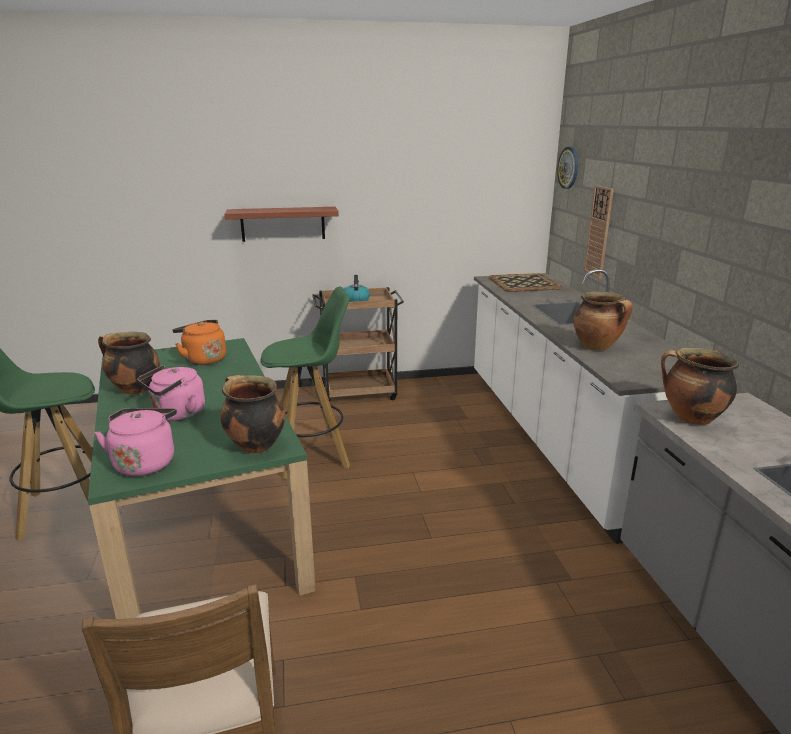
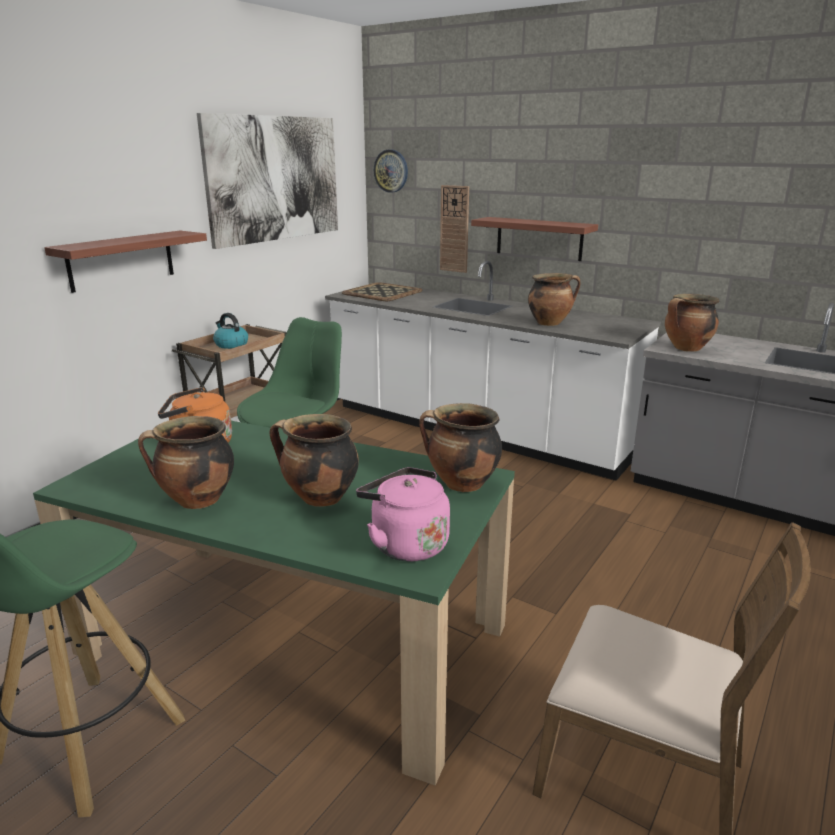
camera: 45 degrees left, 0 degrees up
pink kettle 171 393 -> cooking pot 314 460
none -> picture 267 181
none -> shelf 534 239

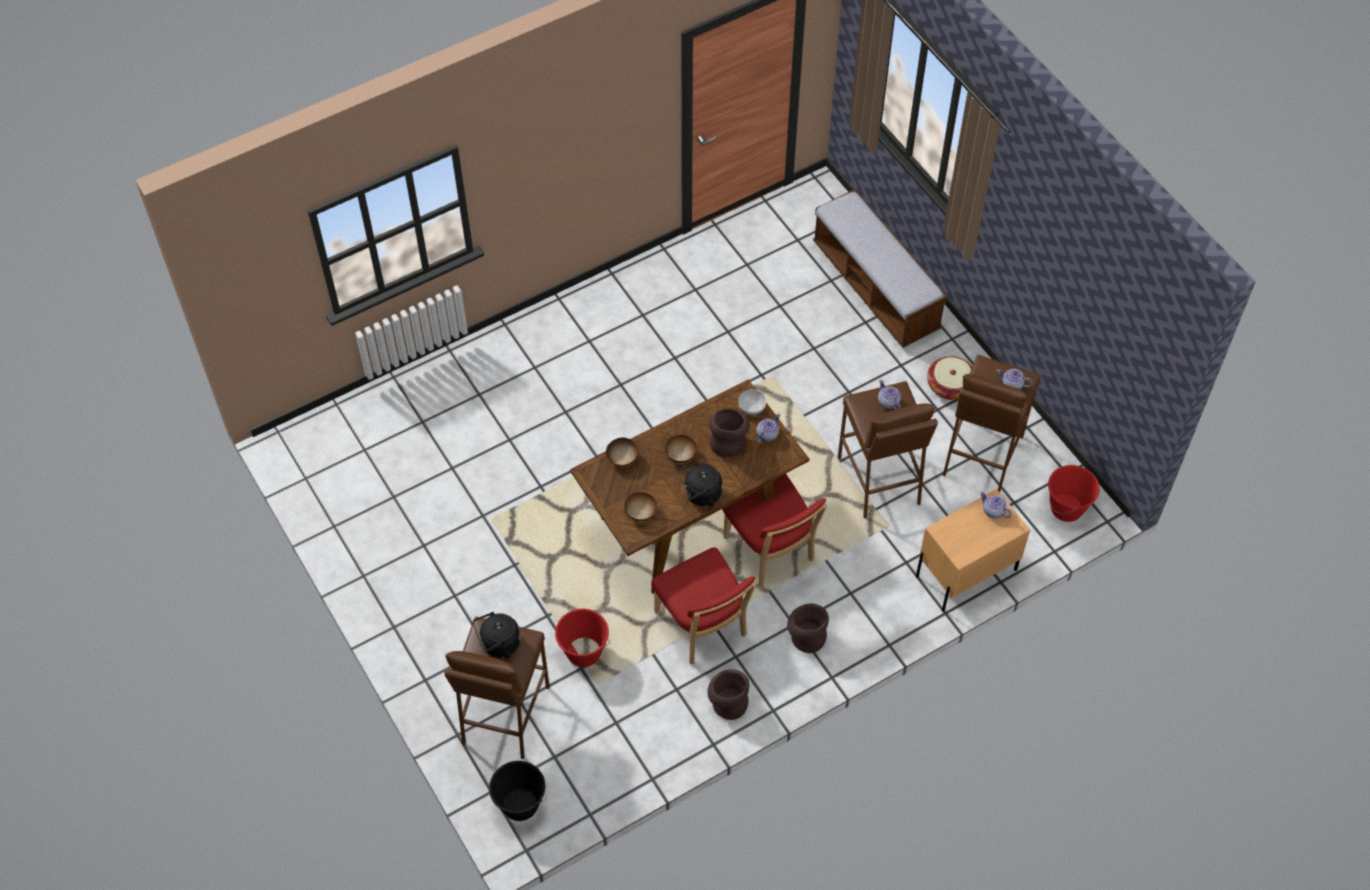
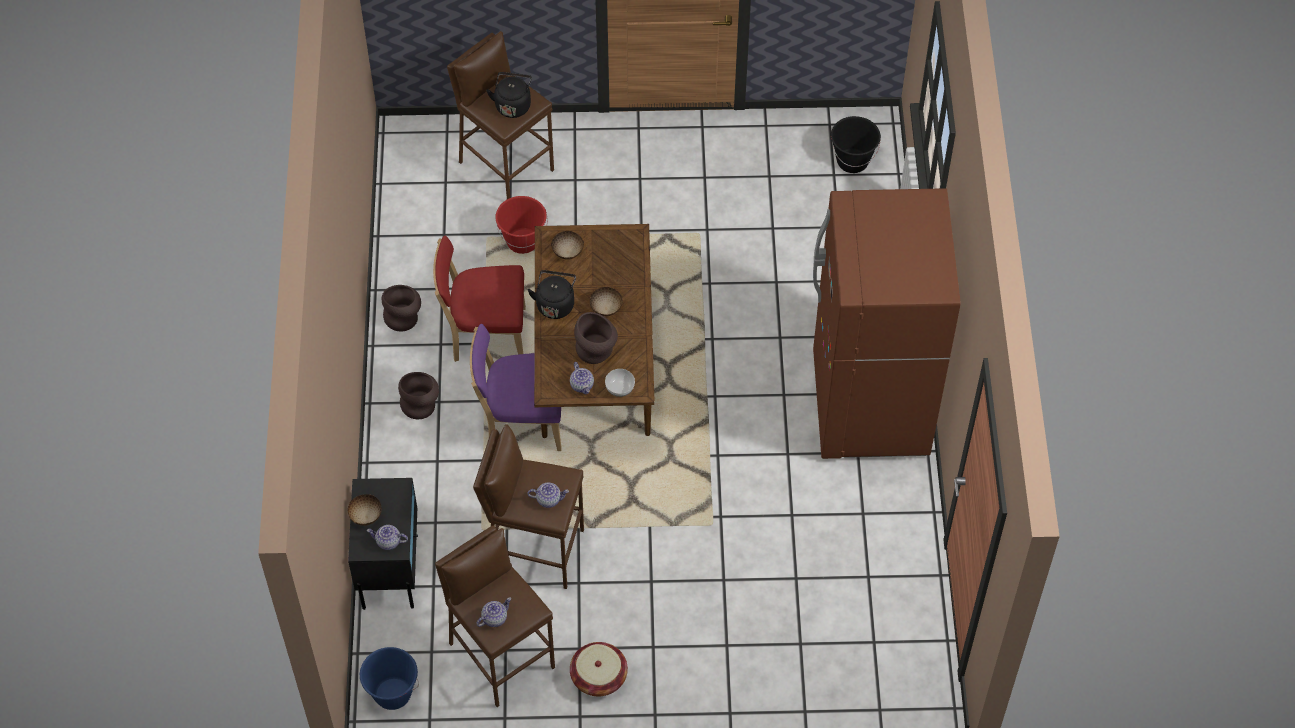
camera: 120 degrees right, 0 degrees up
bench 880 268 -> none
bowl 622 452 -> bowl 365 510, moved
red bucket 1074 493 -> blue bucket 389 678
red chair 774 530 -> purple chair 516 387
beige nightstand 973 550 -> black nightstand 383 544
teapot 996 505 -> teapot 387 537, 150 degrees counterclockwise
black bucket 518 791 -> black bucket 856 144, moved
none -> brown fridge 886 323

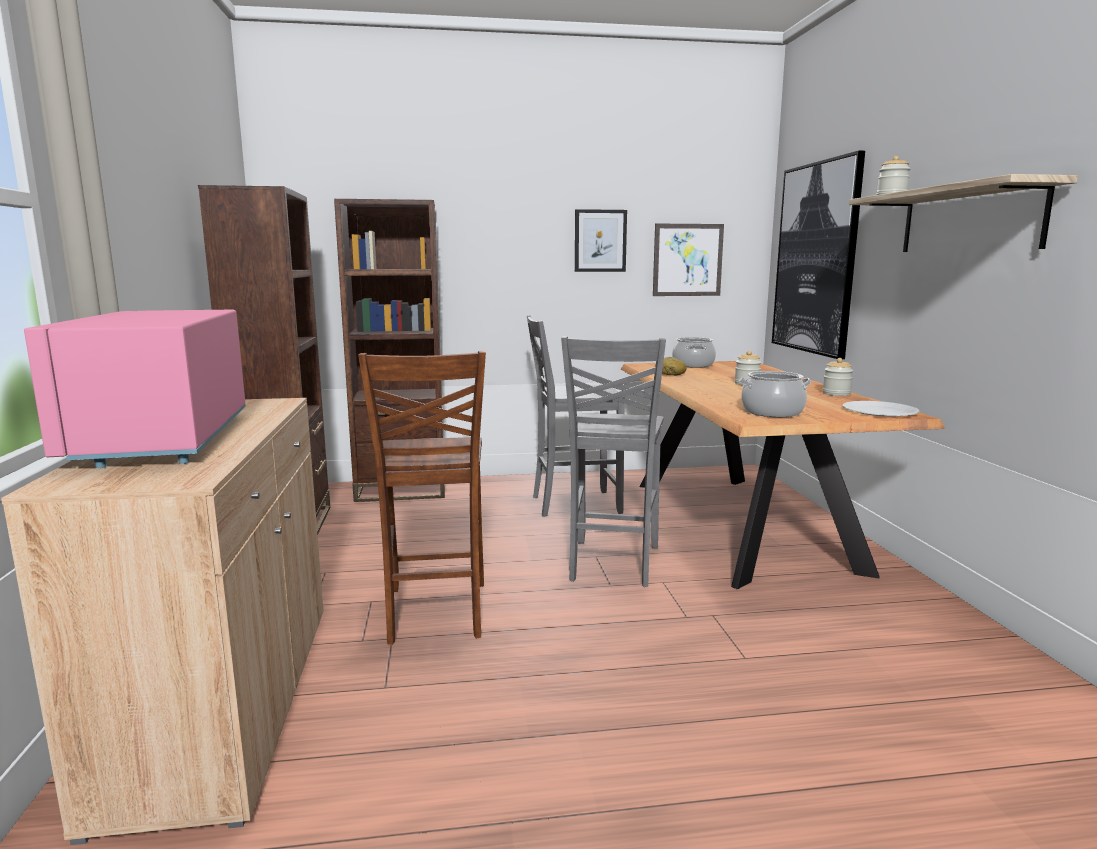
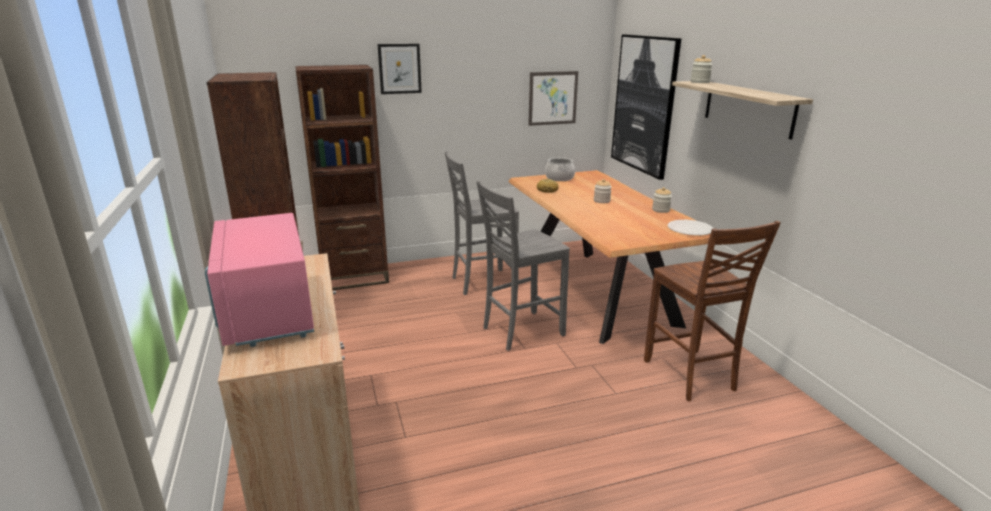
camera: 10 degrees left, 10 degrees up
picture 601 240 -> picture 399 69, moved
grey chair 613 461 -> grey chair 523 266, 60 degrees clockwise
brown chair 422 498 -> brown chair 712 311, moved
cooking pot 775 394 -> none

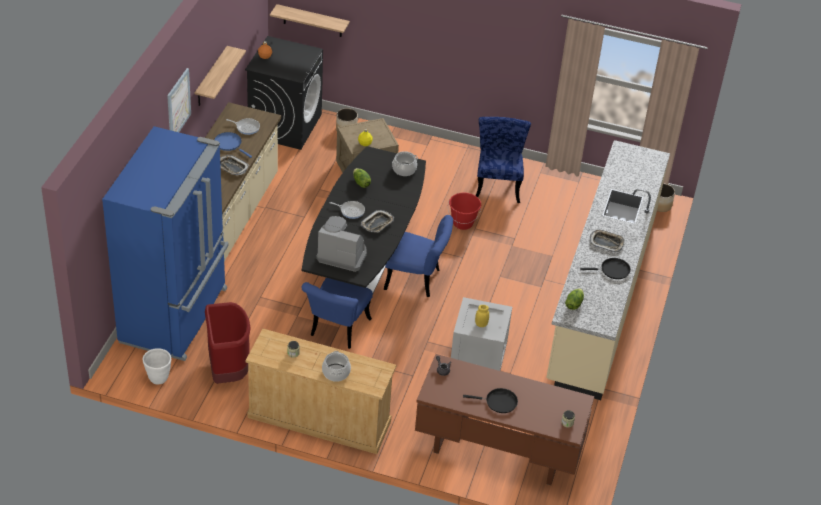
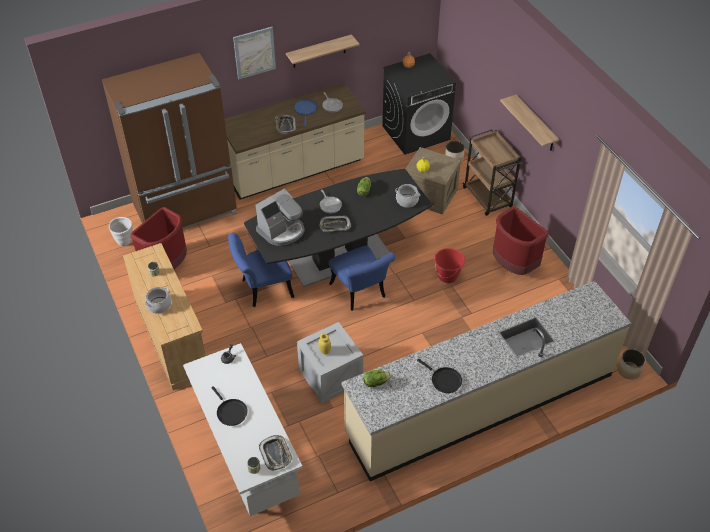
camera: 50 degrees right, 5 degrees up
shelf 310 20 -> shelf 529 122, moved
blue chair 503 160 -> red trash can 521 241
blue fridge 165 243 -> brown fridge 169 140
coffee machine 341 244 -> coffee machine 280 217, 75 degrees clockwise
tray 607 241 -> tray 276 453, moved
brown desk 504 419 -> white desk 243 429
none -> brown cart 492 172

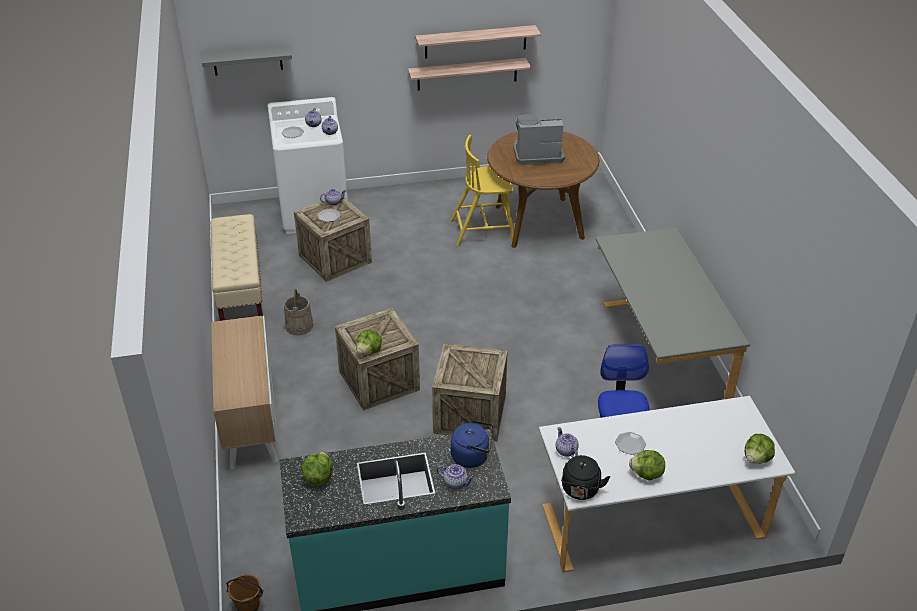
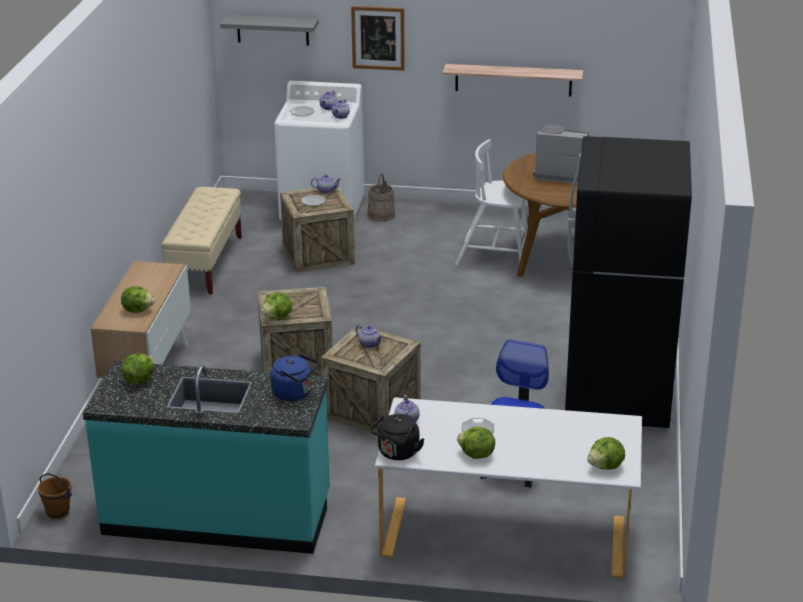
camera: 20 degrees right, 10 degrees down
shelf 478 42 -> none
yellow chair 482 191 -> white chair 491 202
grey desk 673 314 -> black fridge 628 284
beige bucket 298 312 -> beige bucket 381 197, moved
teapot 456 476 -> teapot 369 336, moved
none -> picture 378 38
none -> lettuce 138 299

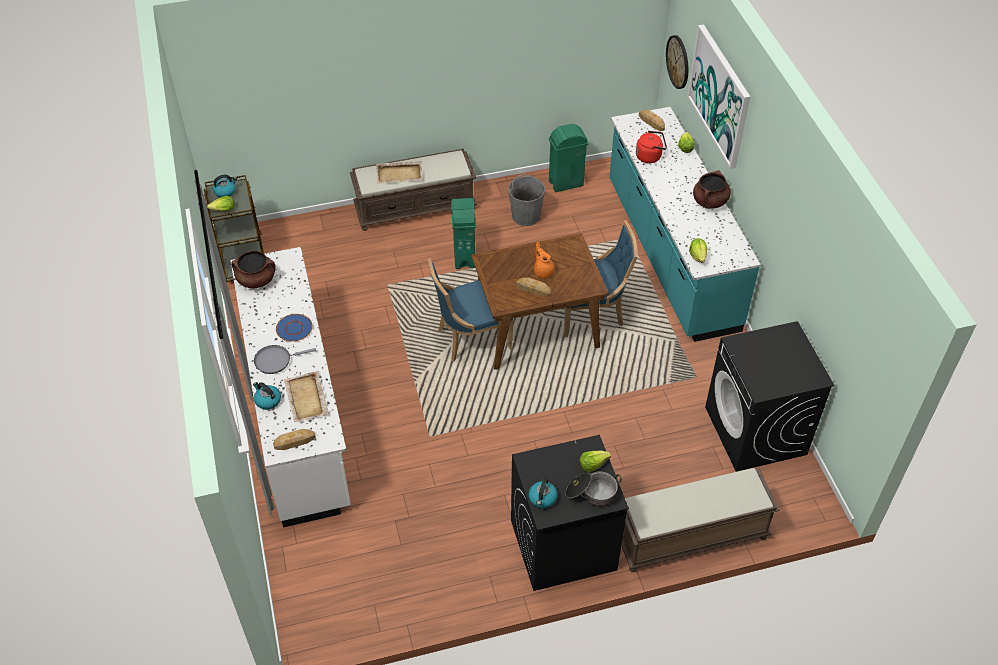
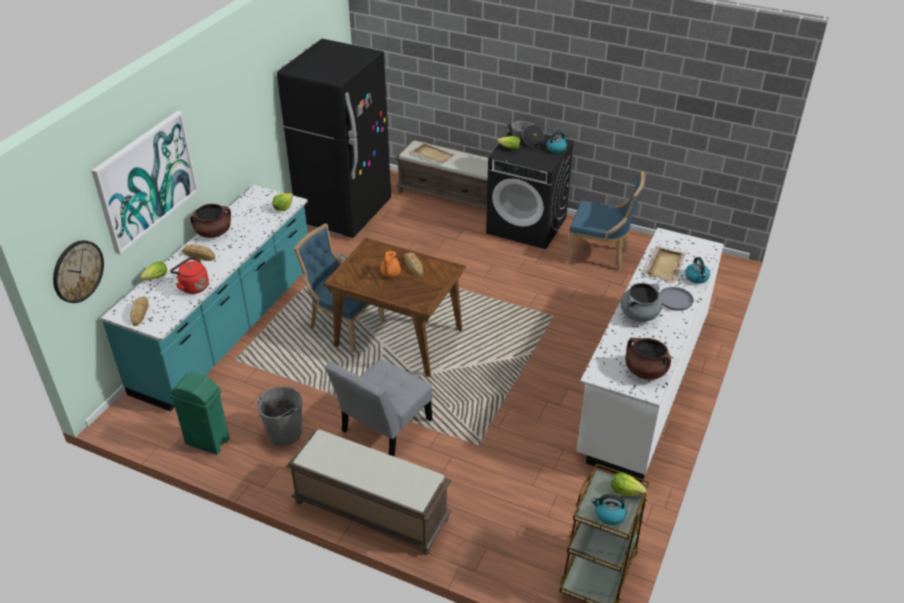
camera: 140 degrees left, 10 degrees down
beige tray 399 172 -> beige tray 433 153, moved
green trash can 463 233 -> grey chair 379 407
blue chair 470 309 -> blue chair 605 221, moved
blue plate 294 328 -> grey cooking pot 641 302
black washing machine 770 396 -> black fridge 334 138
bread 294 439 -> bread 198 252, moved

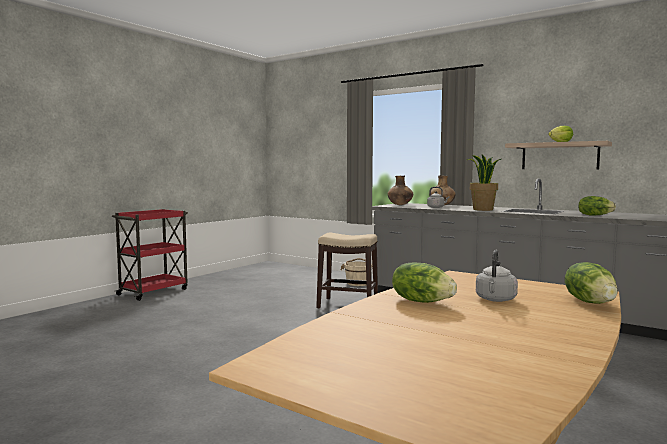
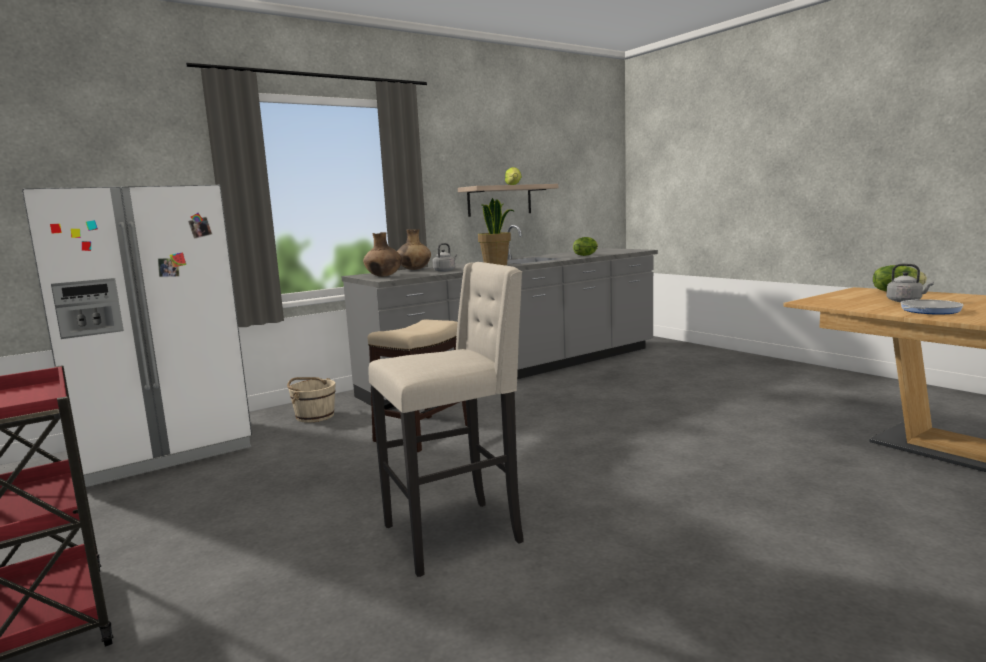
camera: 70 degrees left, 5 degrees up
lettuce 424 282 -> frying pan 932 307
none -> white fridge 137 336
none -> beige stool 445 419

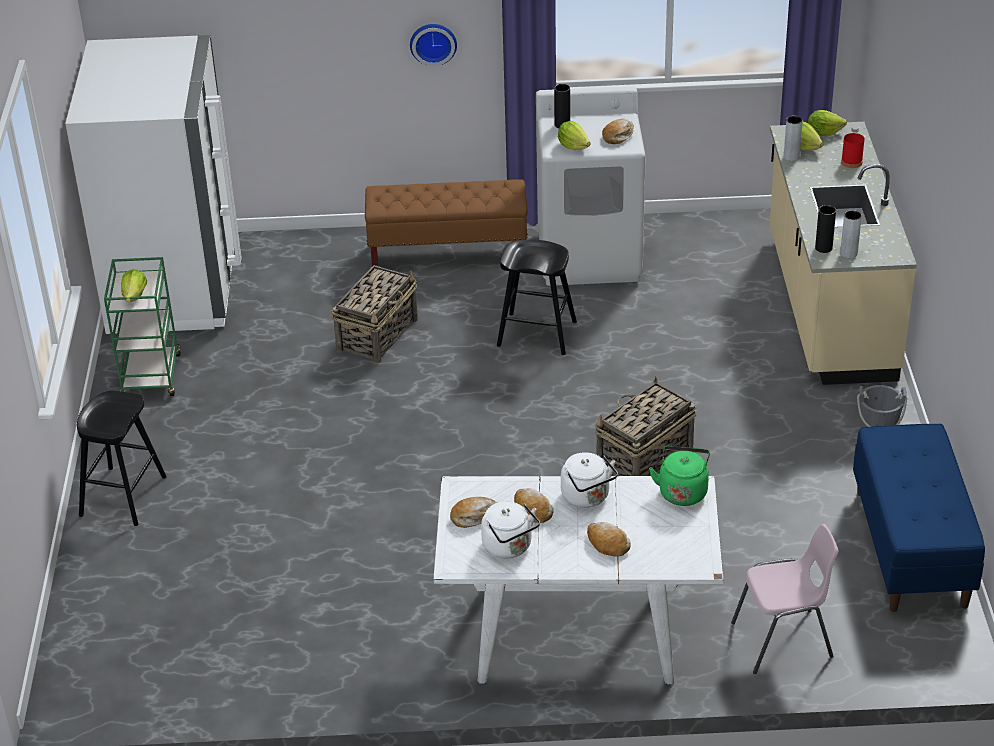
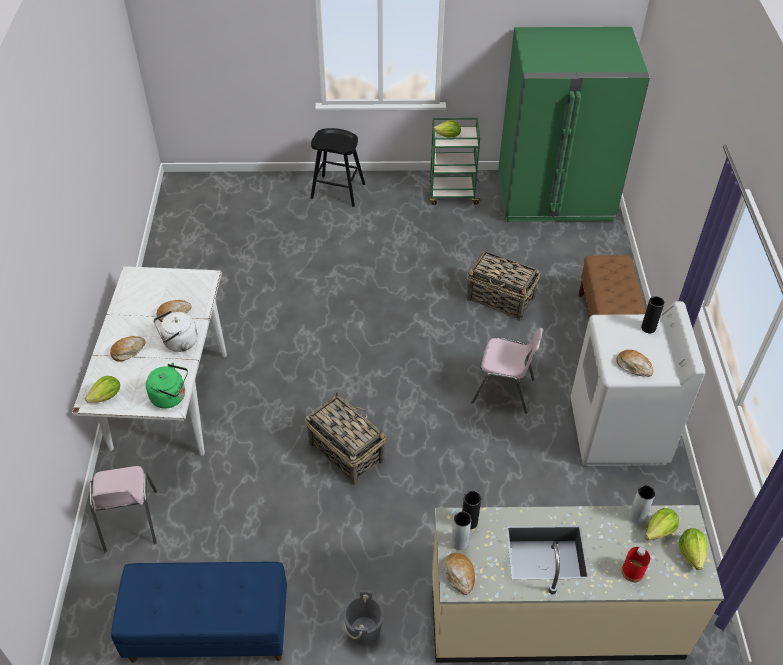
camera: 90 degrees right, 10 degrees up
wall clock 433 45 -> none
white fridge 154 184 -> green fridge 574 124
lettuce 574 135 -> lettuce 102 389, moved
black stool 537 297 -> pink chair 507 371
bread 473 512 -> bread 458 574, moved
white kettle 510 530 -> none

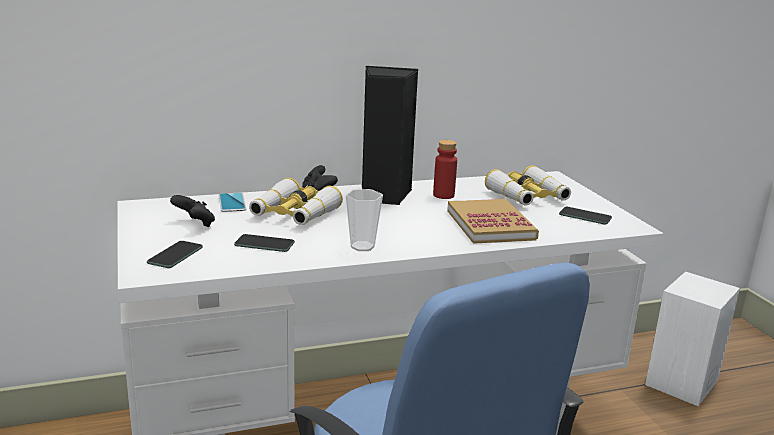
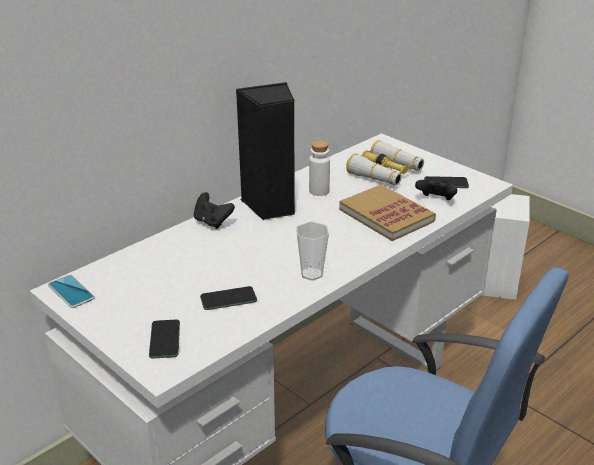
camera: 25 degrees left, 10 degrees up
red bottle 445 169 -> white bottle 319 168
binoculars 296 201 -> none
phone 232 202 -> phone 71 291, moved
black game controller 192 211 -> black game controller 436 190, moved

